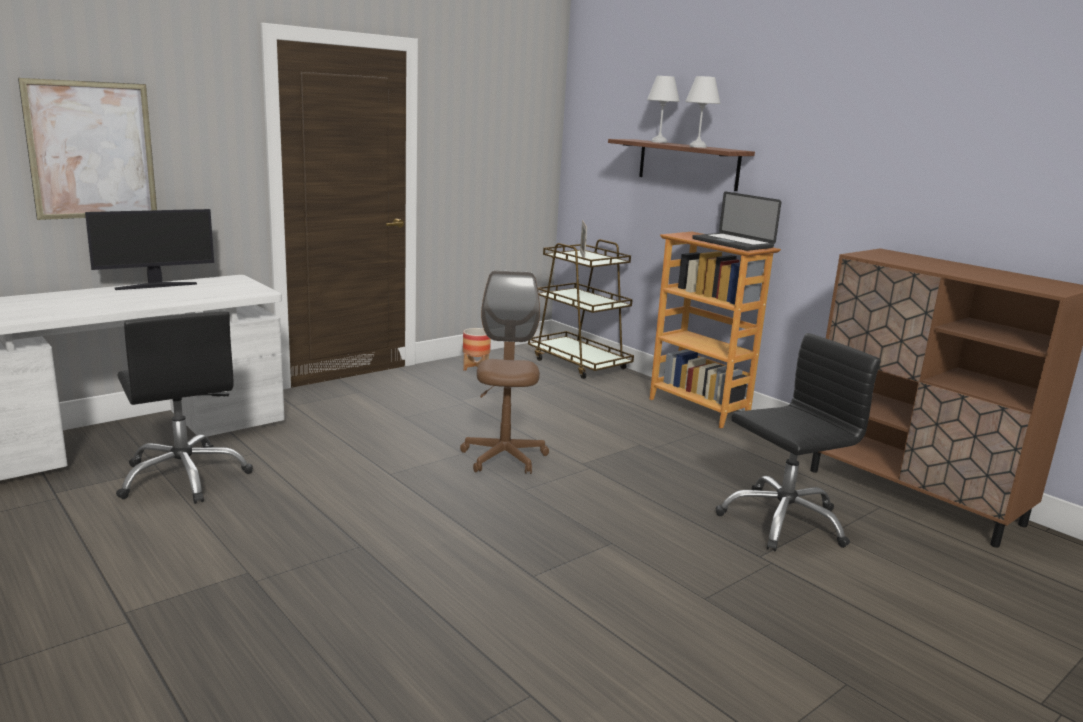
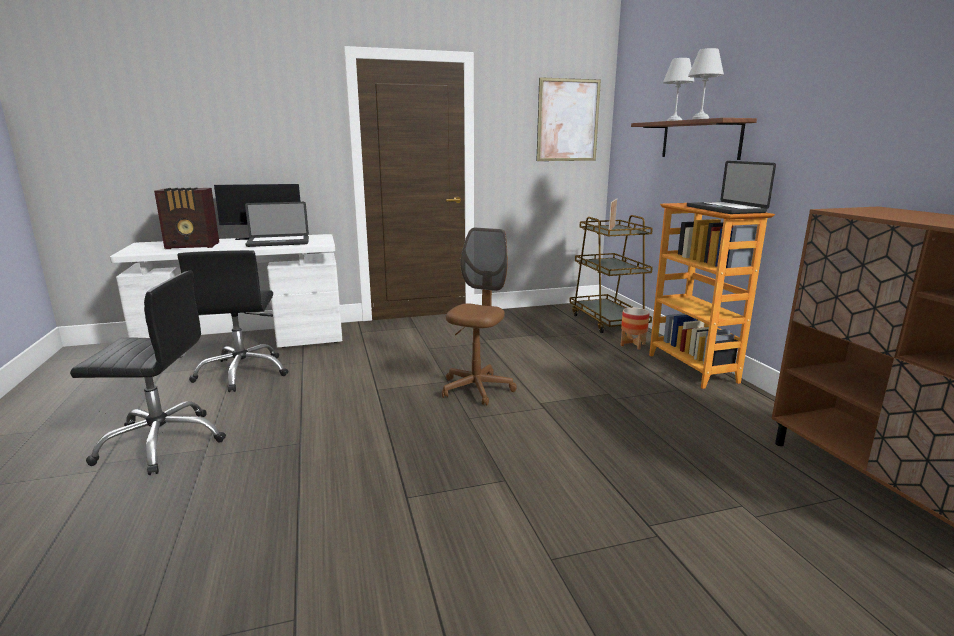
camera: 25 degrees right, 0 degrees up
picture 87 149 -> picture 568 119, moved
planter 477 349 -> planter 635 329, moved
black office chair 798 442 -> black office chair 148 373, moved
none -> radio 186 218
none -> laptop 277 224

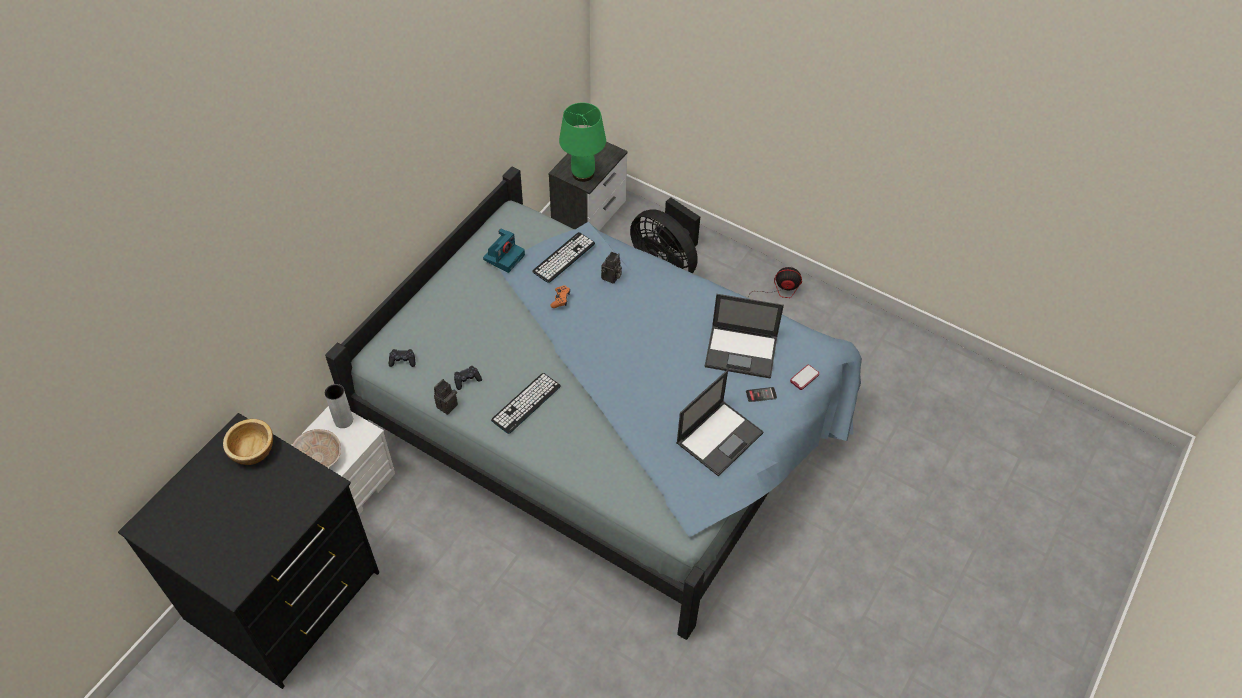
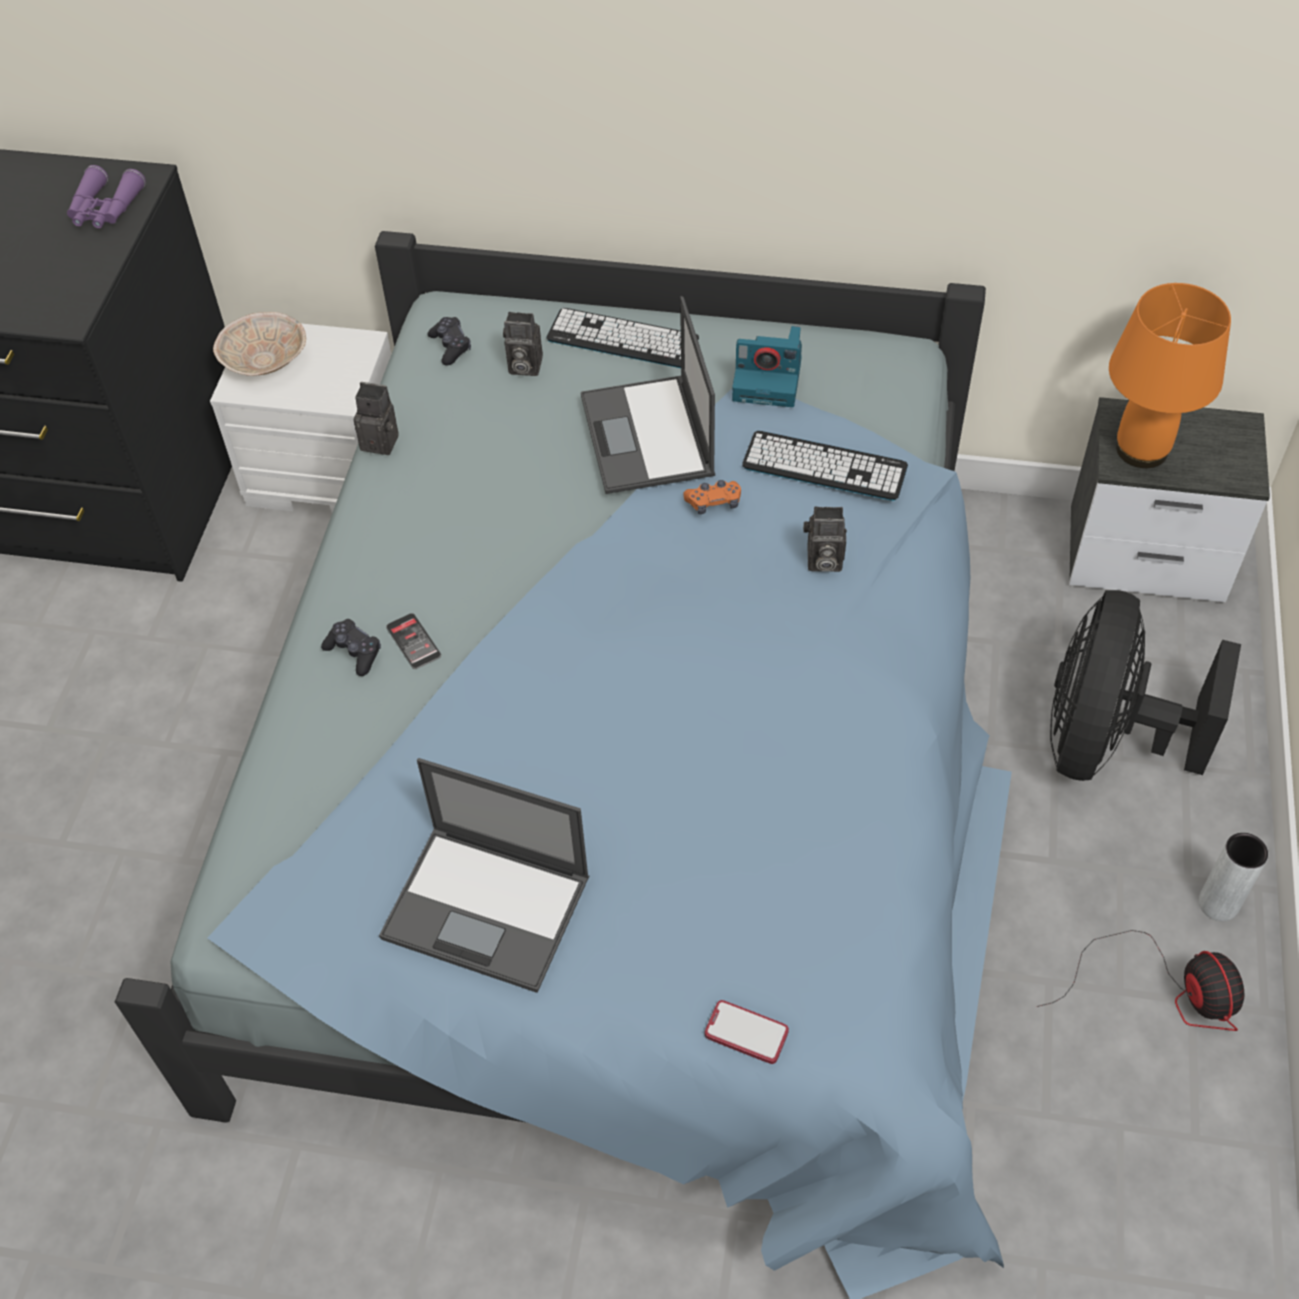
camera: 70 degrees right, 0 degrees up
green table lamp 582 142 -> orange table lamp 1170 375
laptop 744 336 -> laptop 648 395, moved
black game controller 468 378 -> black game controller 351 647, moved
keyboard 526 403 -> keyboard 623 338, moved
grey vase 338 406 -> grey vase 1233 877, moved
phone 761 394 -> phone 413 641, moved
bowl 248 442 -> purple binoculars 106 197
none -> photo camera 523 344

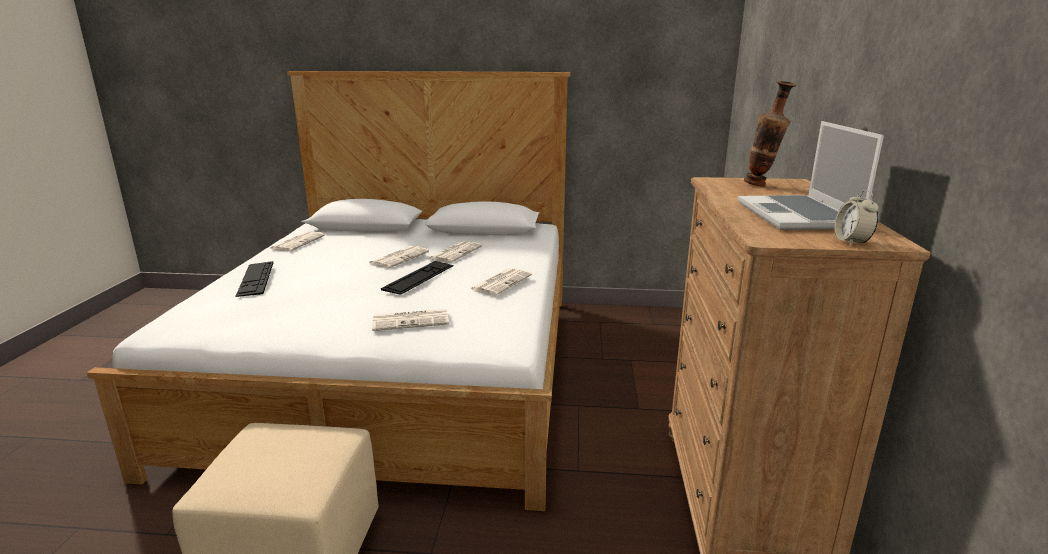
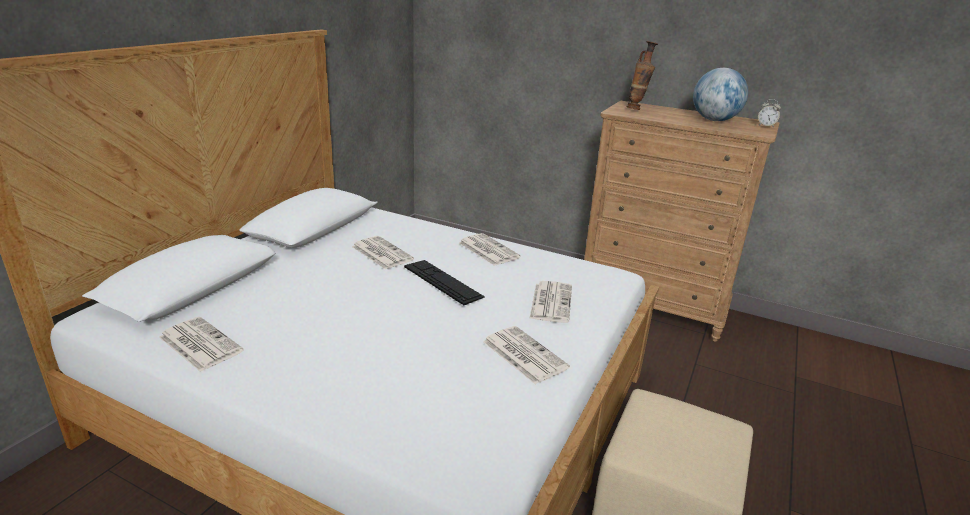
camera: 70 degrees left, 5 degrees up
laptop 810 175 -> globe 720 94
newspaper 398 257 -> newspaper 526 355, moved
keyboard 254 279 -> none

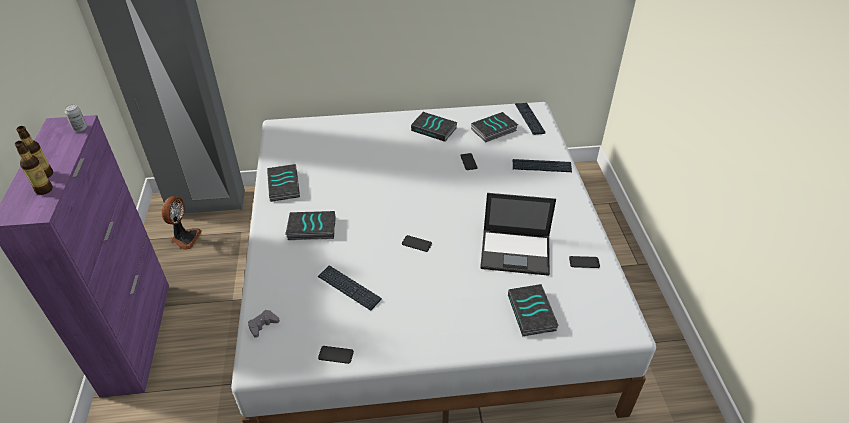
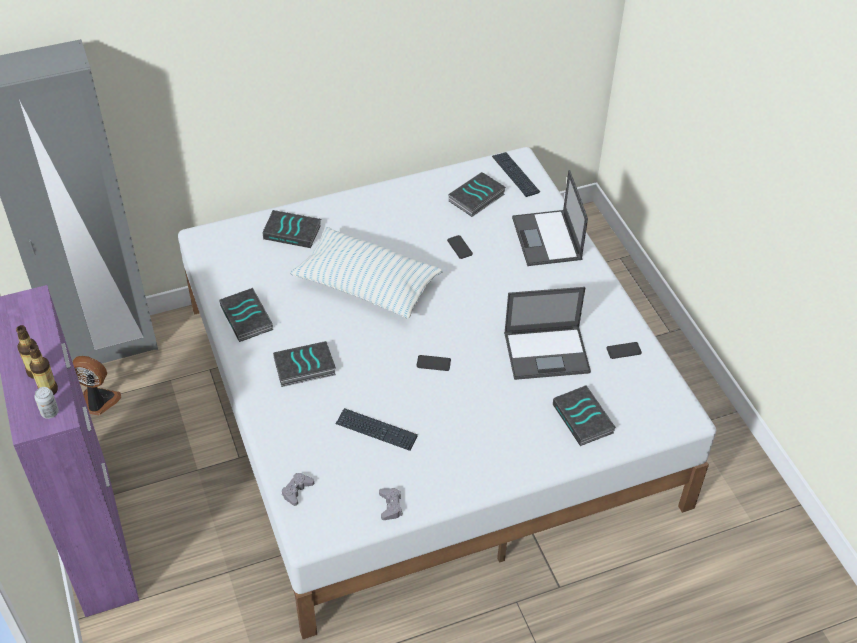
camera: 15 degrees left, 5 degrees up
can 76 118 -> can 46 403, moved
book 434 127 -> book 291 229, moved
keyboard 542 165 -> laptop 550 218
fan 182 223 -> fan 97 385, 75 degrees counterclockwise
phone 336 355 -> grey game controller 391 504
none -> pillow 366 273

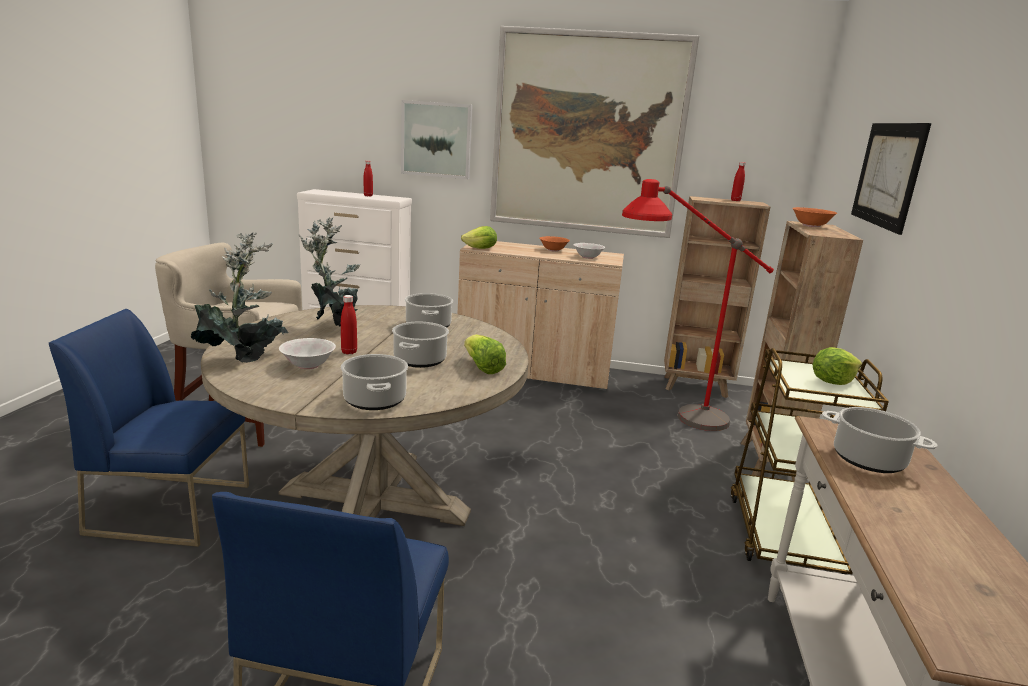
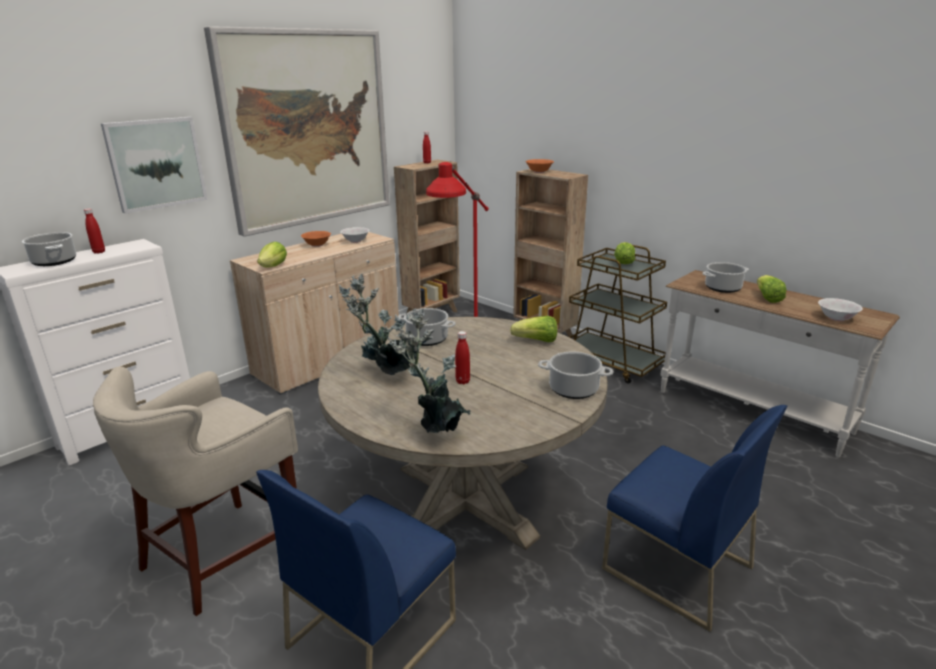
camera: 55 degrees left, 5 degrees up
picture 891 179 -> none
cooking pot 420 345 -> cooking pot 49 249, moved
white bowl 307 353 -> white bowl 840 309, moved
none -> lettuce 772 289

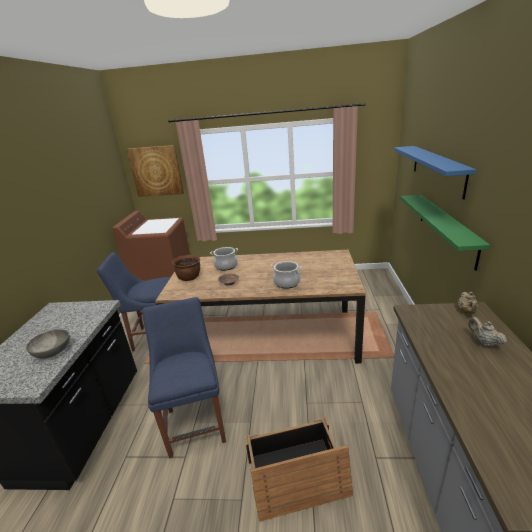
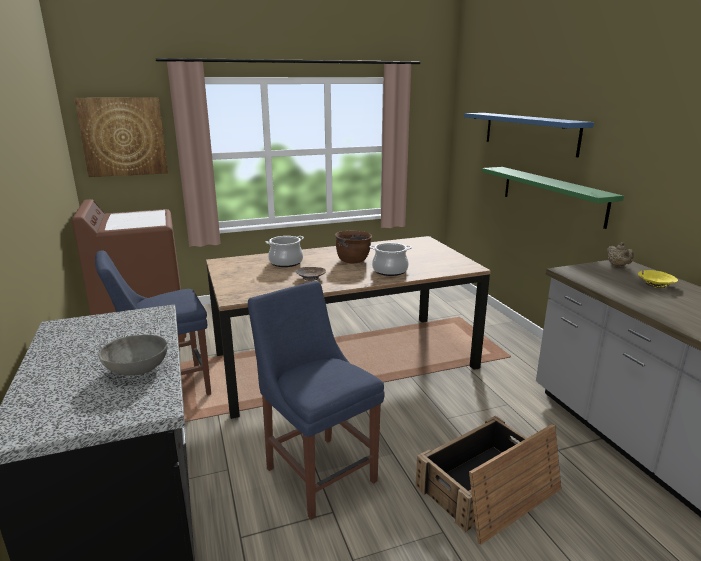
camera: 25 degrees left, 5 degrees down
brown cooking pot 186 268 -> brown cooking pot 353 247, moved
beige teapot 487 332 -> yellow bowl 658 279

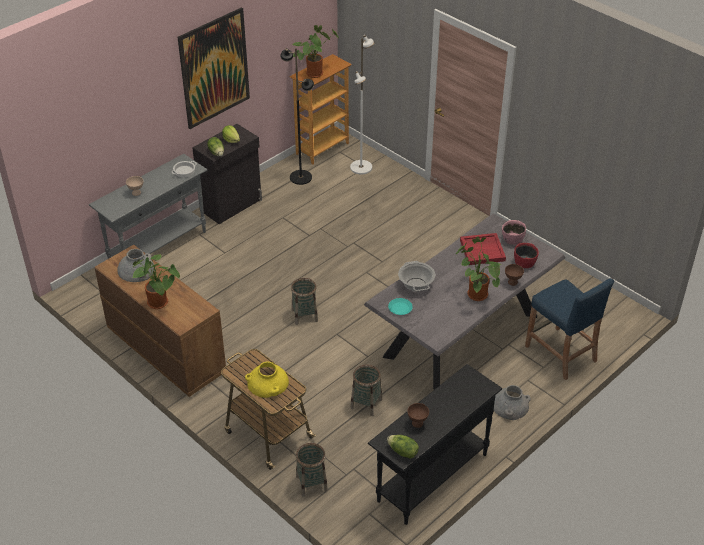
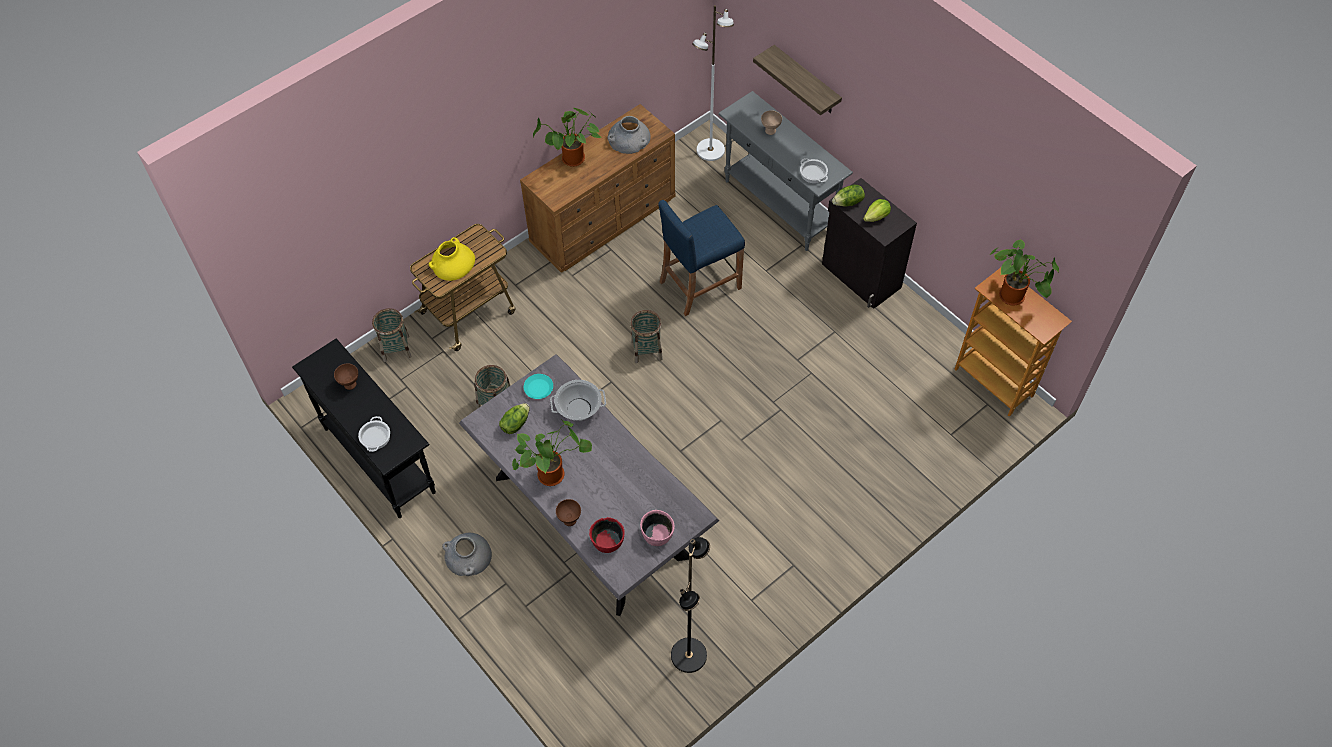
camera: 95 degrees right, 15 degrees up
picture 214 68 -> none
white floor lamp 362 104 -> white floor lamp 713 83, moved
black floor lamp 297 116 -> black floor lamp 690 605, moved
red tray 483 249 -> none
blue stool 569 329 -> blue stool 701 258, moved
lettuce 403 447 -> lettuce 514 418, moved
none -> shelf 797 80
none -> cooking pot 374 434

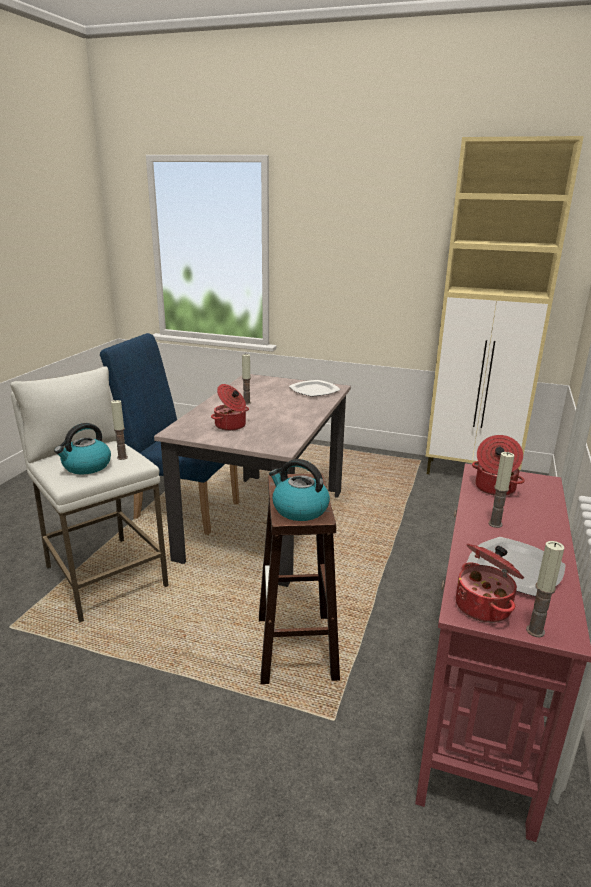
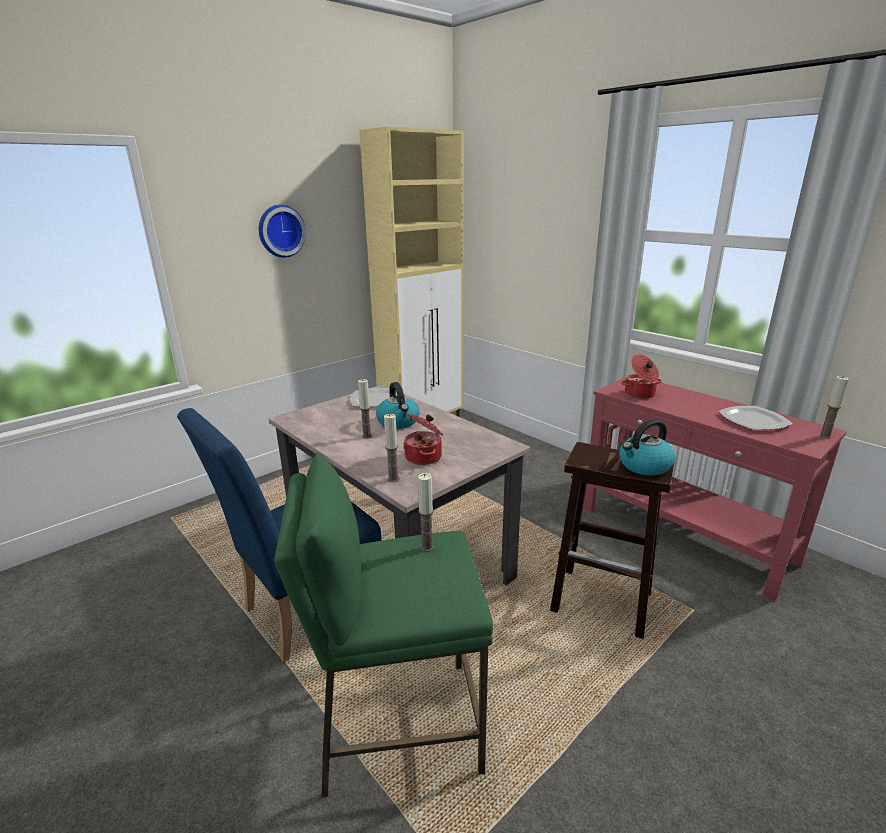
camera: 60 degrees left, 0 degrees up
white stool 89 494 -> green stool 383 625
kettle 82 448 -> kettle 398 405, moved
candle 501 490 -> candle 391 448, moved
cooking pot 490 583 -> none
none -> wall clock 282 231

